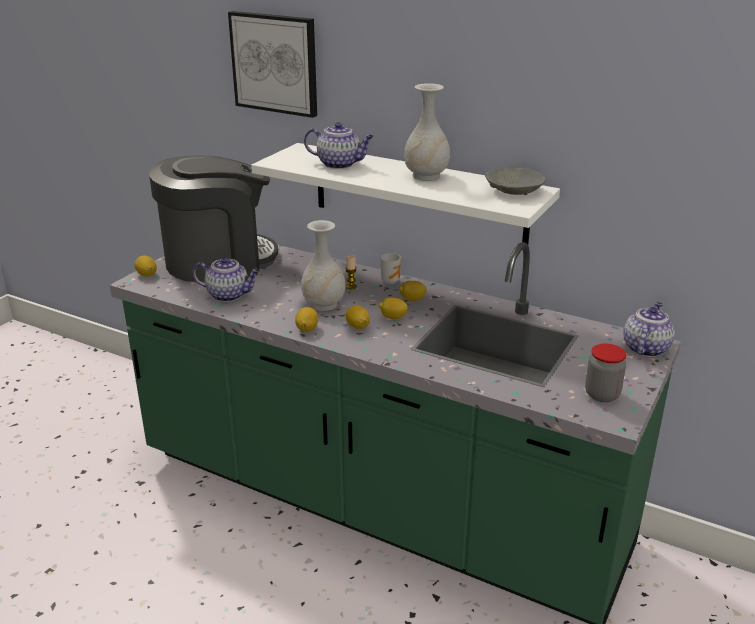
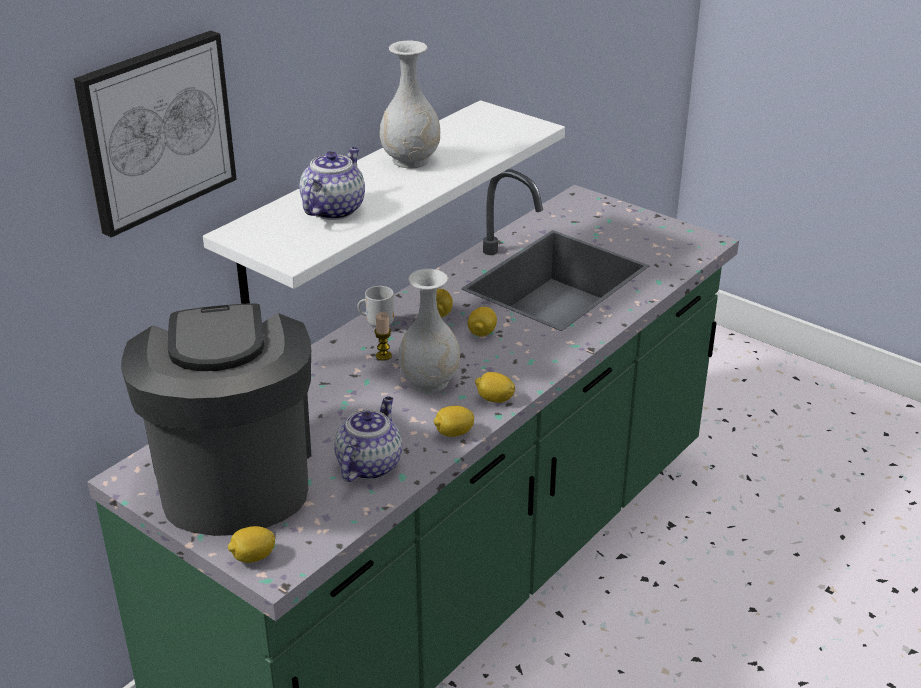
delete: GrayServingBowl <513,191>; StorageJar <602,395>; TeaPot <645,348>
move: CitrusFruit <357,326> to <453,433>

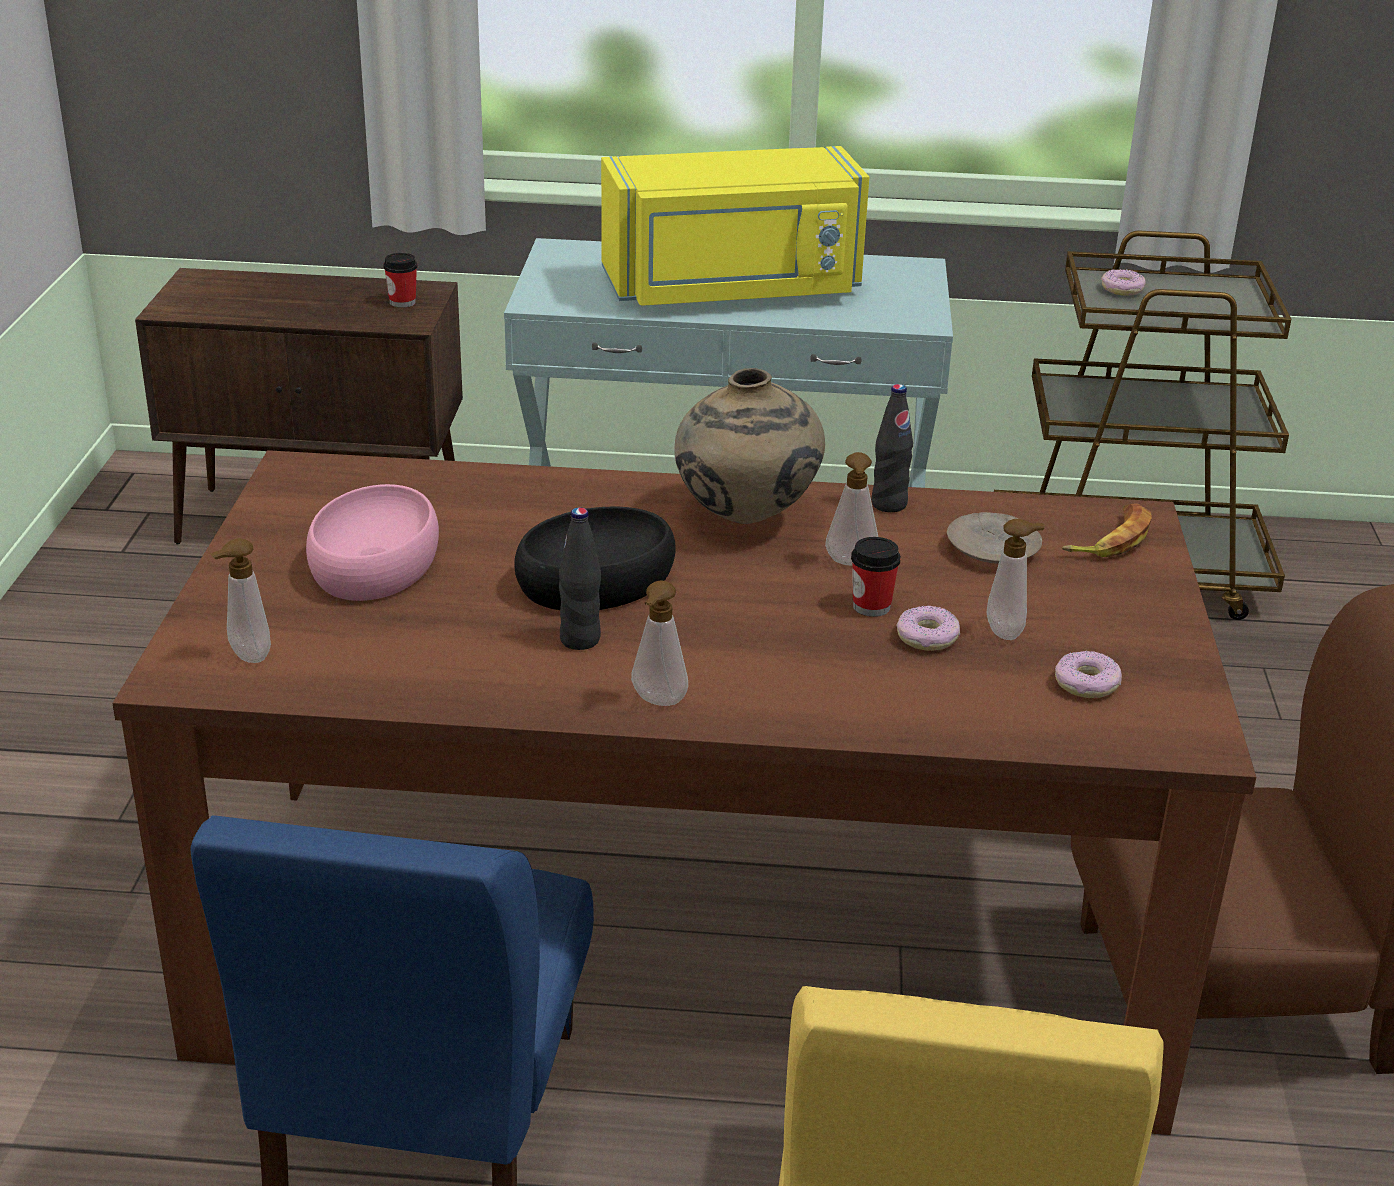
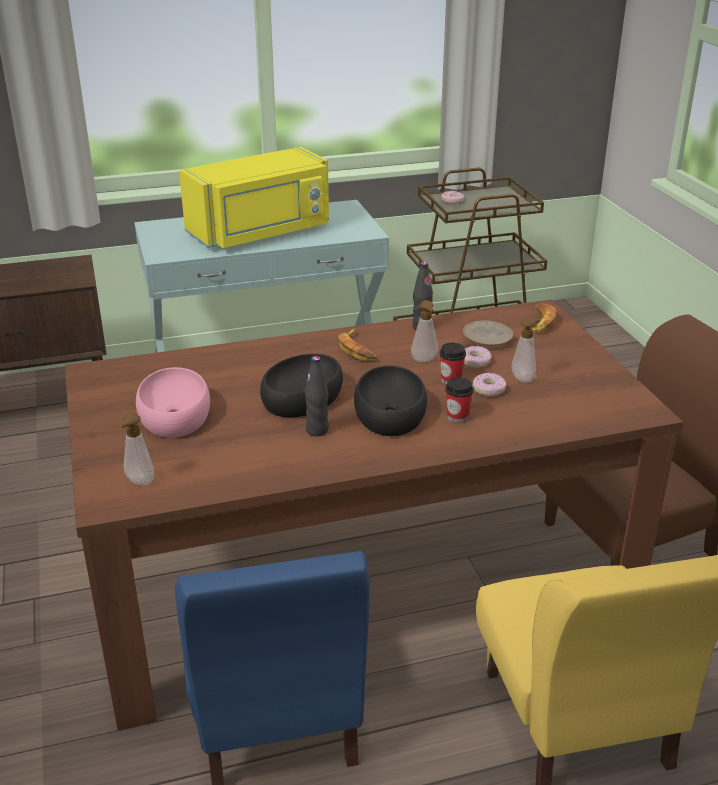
delete: SoapDispenser <657,702>
insert: BlackServingBowl <391,413>
move: SmallCup <402,302> to <457,417>; Doughnut <1087,684> to <475,361>
replace: SandColouredFlowerVase <746,520> to BananaFruit <357,349>

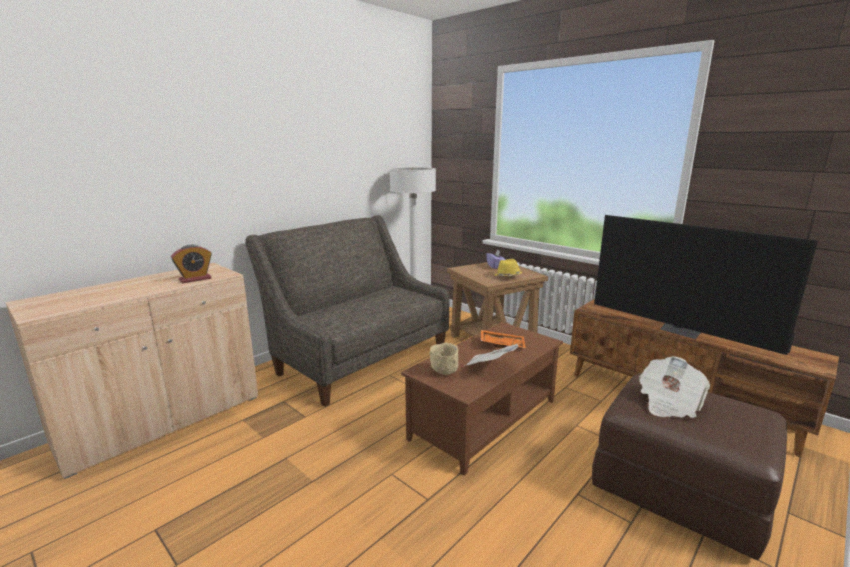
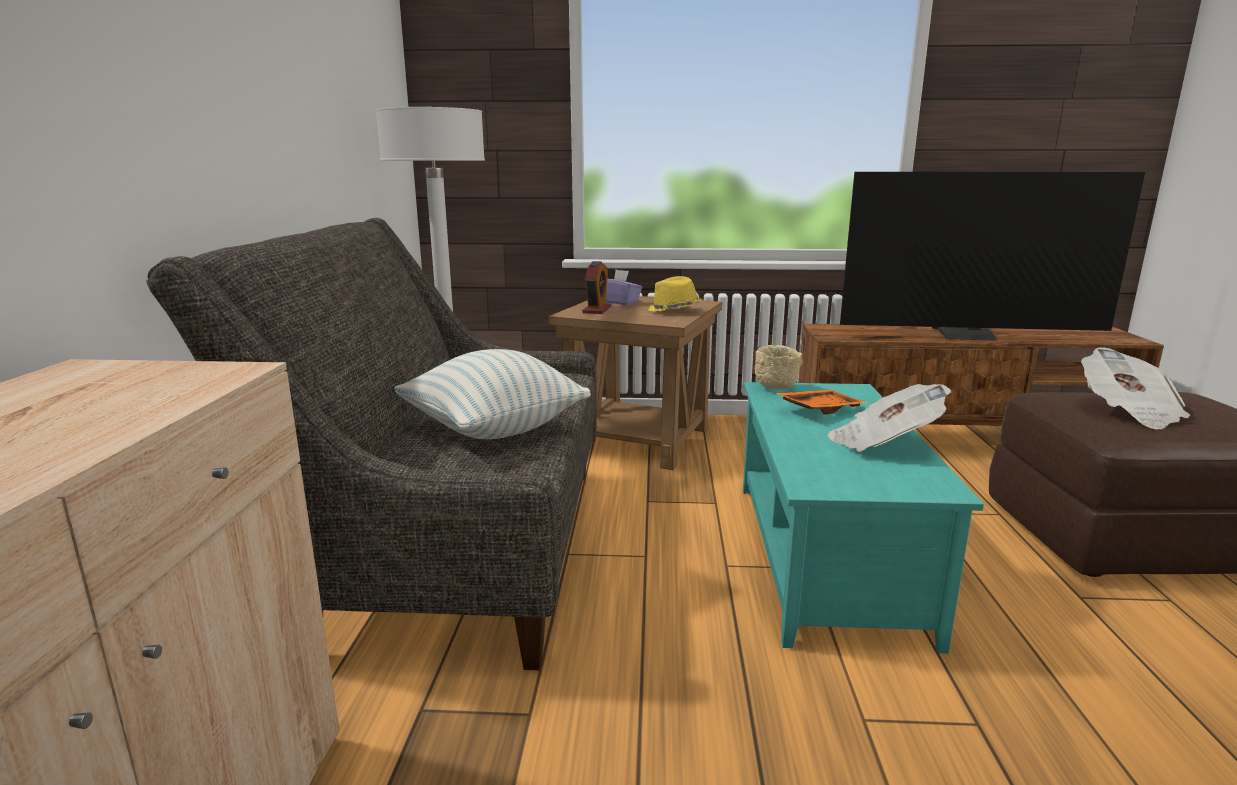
insert: Pillow <494,429>
move: TableClock <195,279> to <597,310>; SandColouredServingBowl <444,371> to <775,388>
recolor: BrownishCoffeeTable <483,418> to TurquoiseColouredCoffeeTable <822,556>

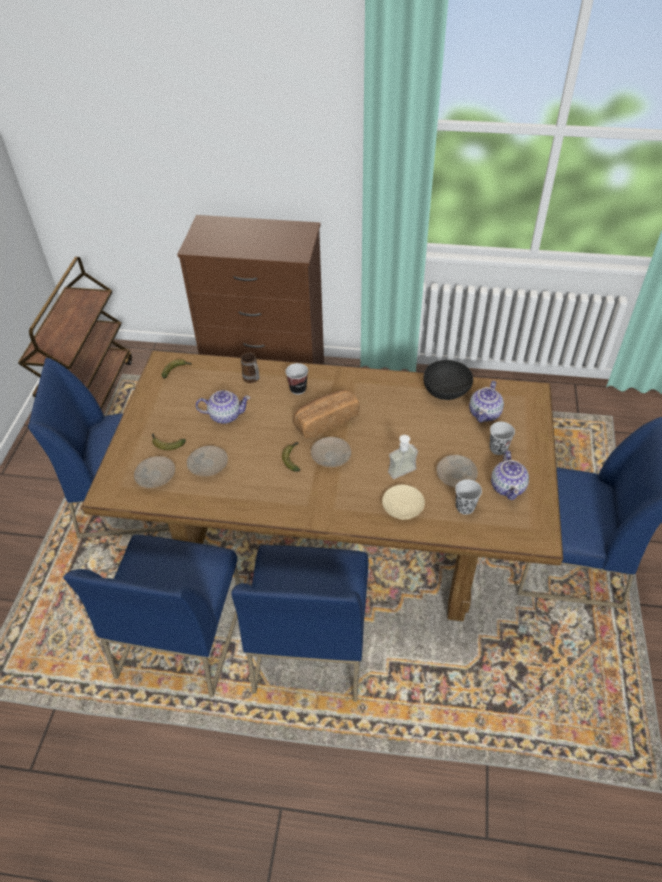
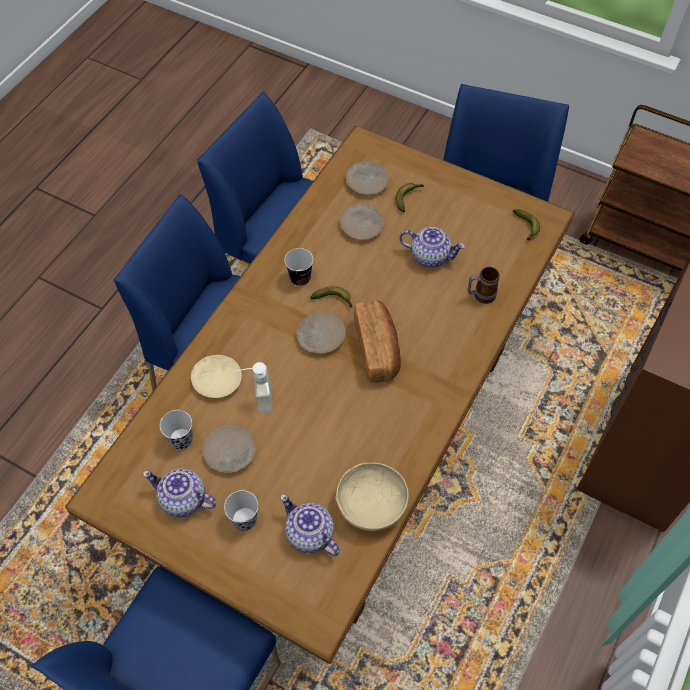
move: SmallCup <298,389> to <300,278>
recolor: BlackServingBowl <446,391> to SandColouredServingBowl <371,506>
rotate: TeaPot <225,415> = <429,256> 90 degrees counterclockwise

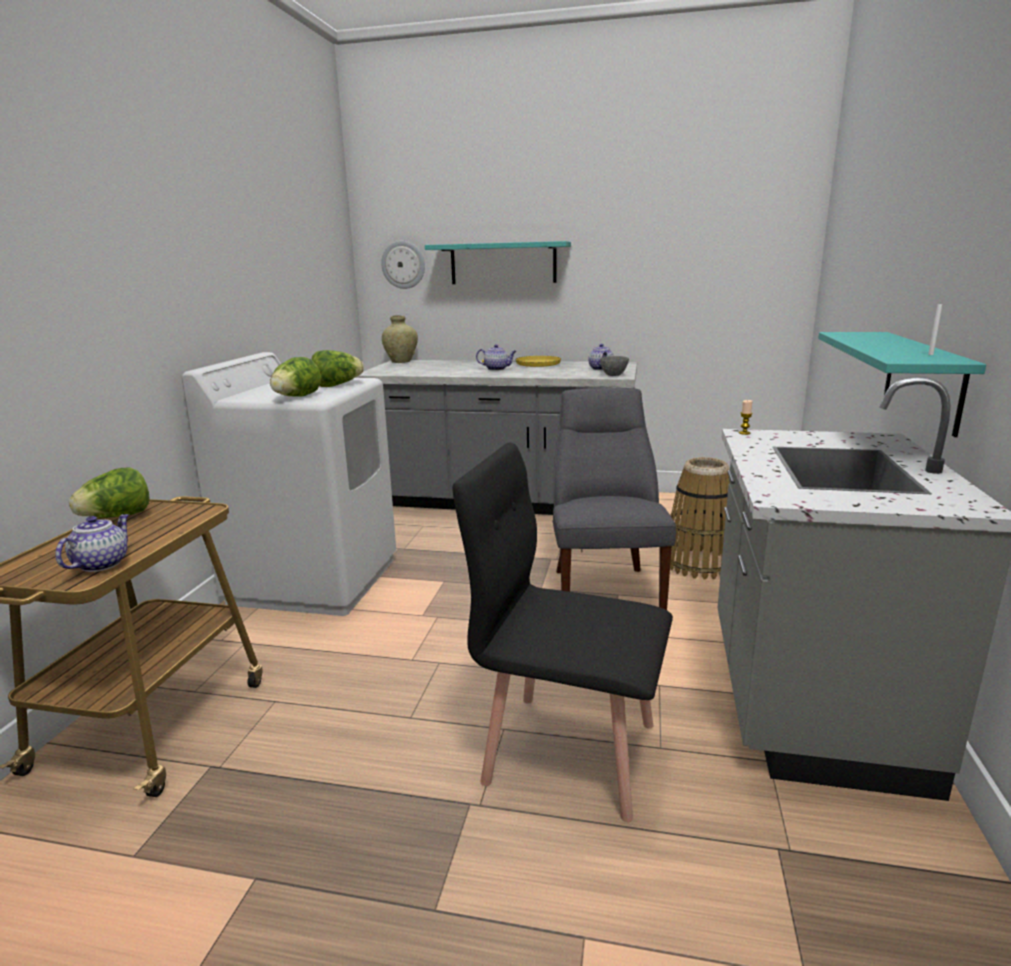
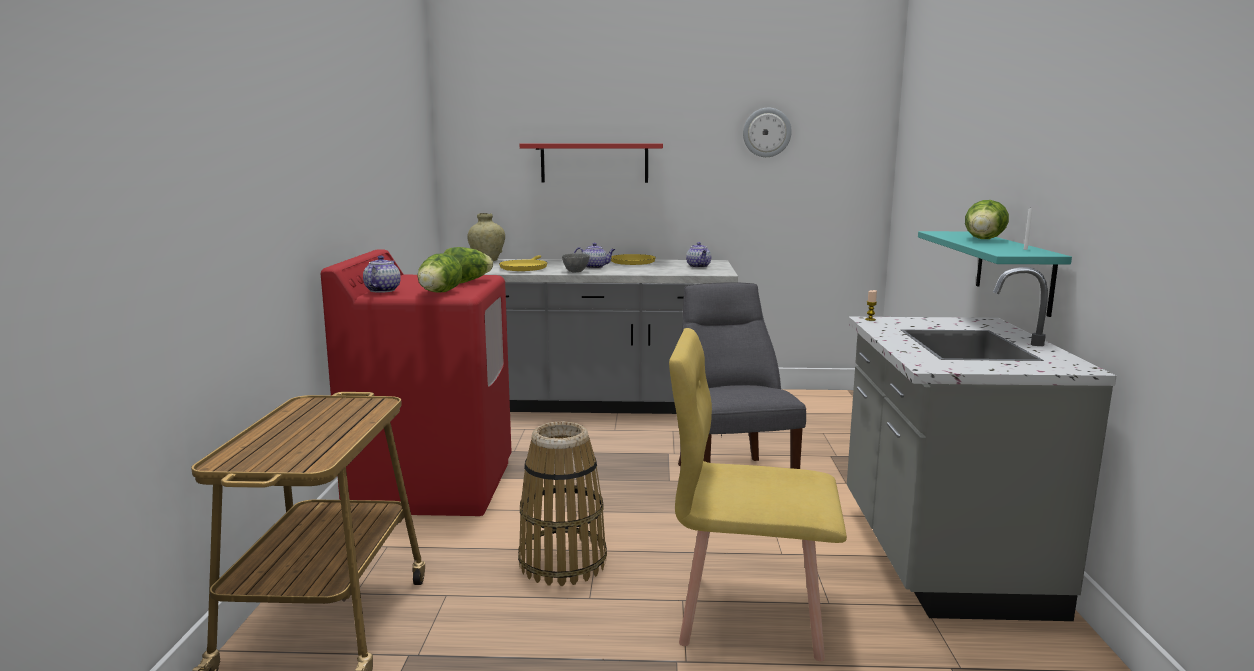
insert: YellowishPan <524,268>
move: TeaPot <101,564> to <382,290>; Lettuce <117,517> to <983,240>; ClockOnTheWall <403,264> to <766,132>; GrayServingBowl <614,375> to <576,272>; HouseholdBasket <698,564> to <562,562>
recolor: WhitishWashingMachine <315,580> to RedColouredWashingMachine <433,485>; TurquoiseColouredBracketShelf <503,263> to RedColouredBracketShelf <594,163>; BlackChair <569,751> to YellowishChair <749,612>

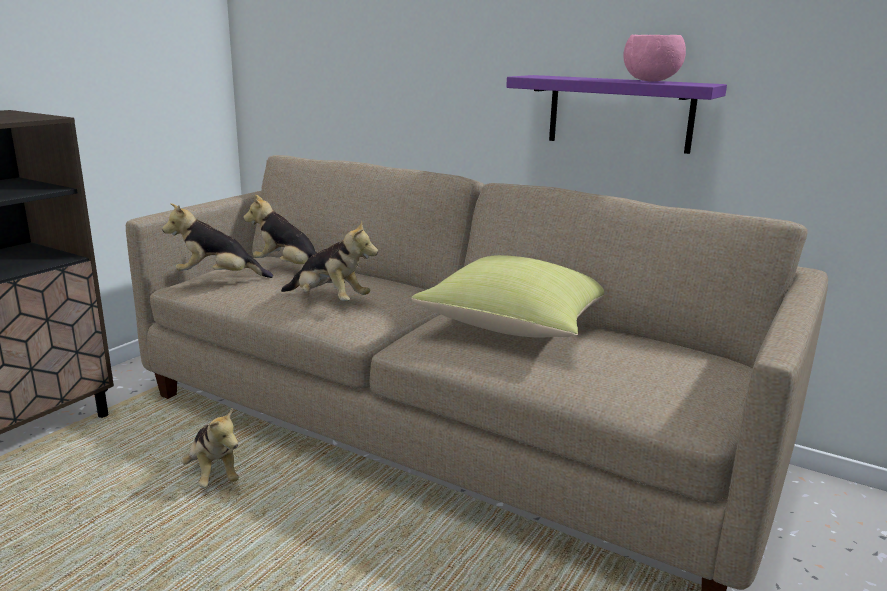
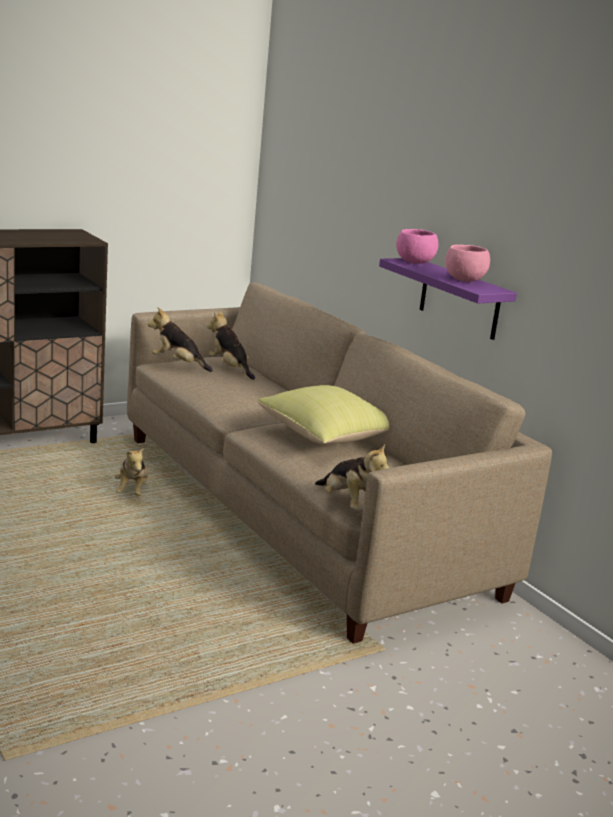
insert: PinkColouredServingBowl <414,263>
move: SoftToy <329,301> to <348,504>

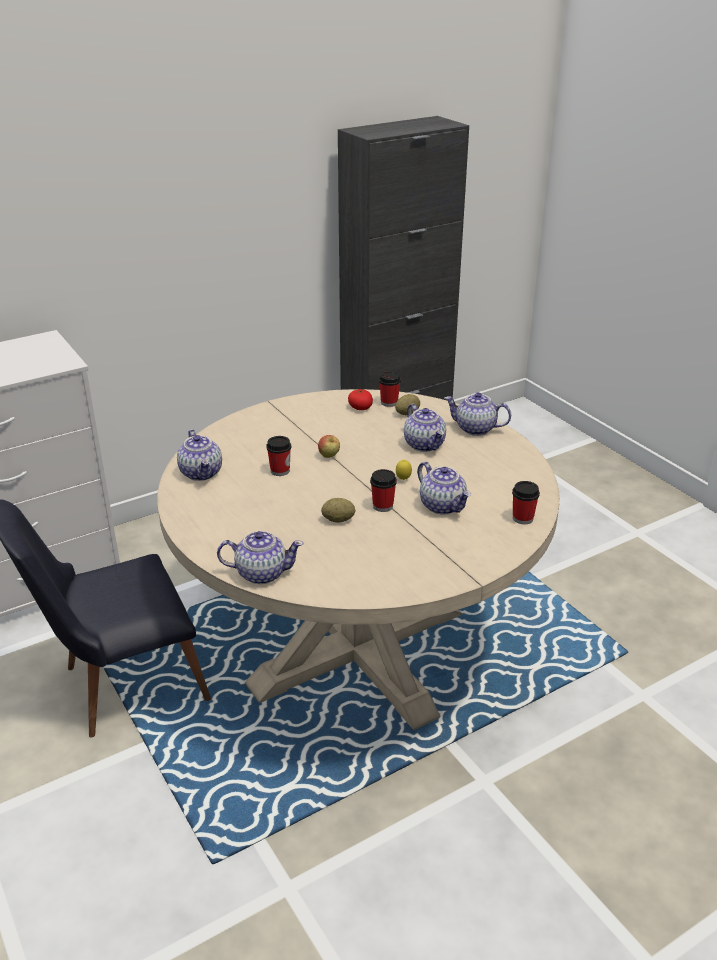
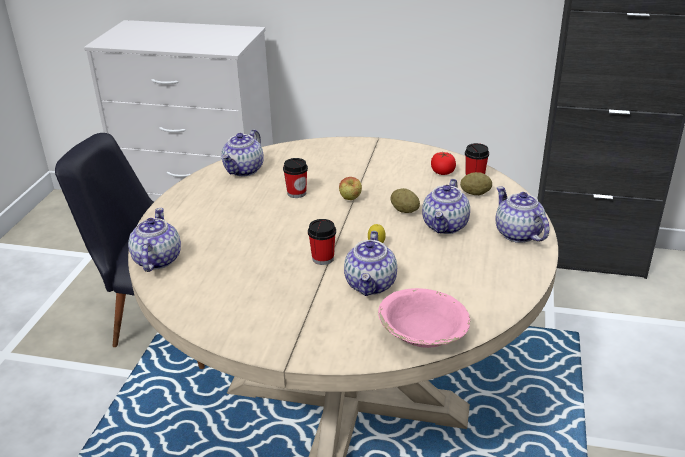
move: Spud <338,520> to <404,211>
replace: SmallCup <522,518> to PinkColouredServingBowl <423,335>
rotate: TeaPot <261,573> = <156,260> 135 degrees counterclockwise

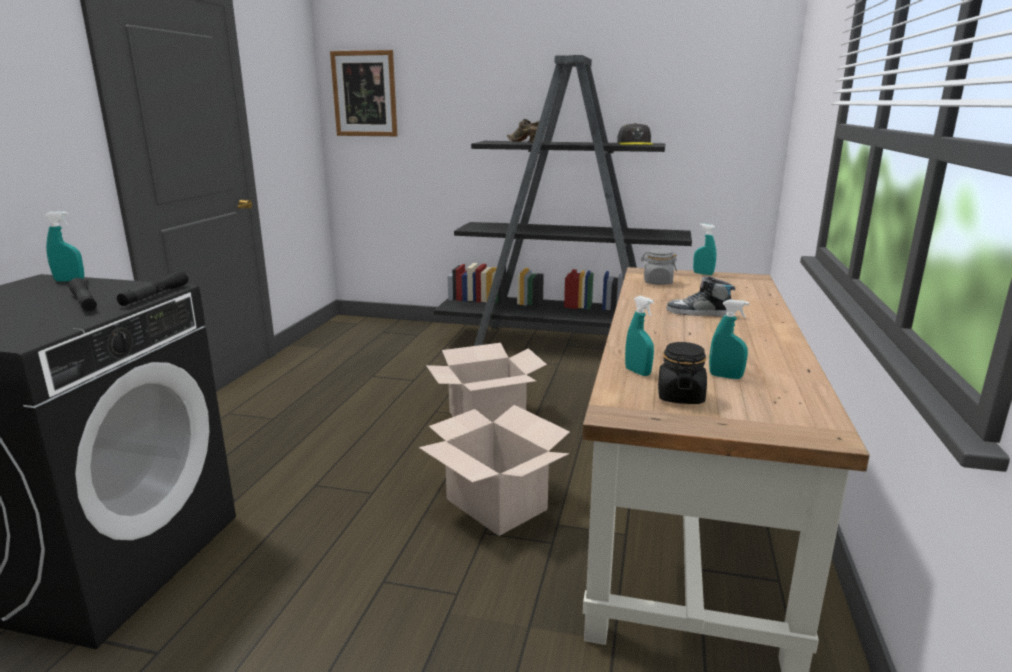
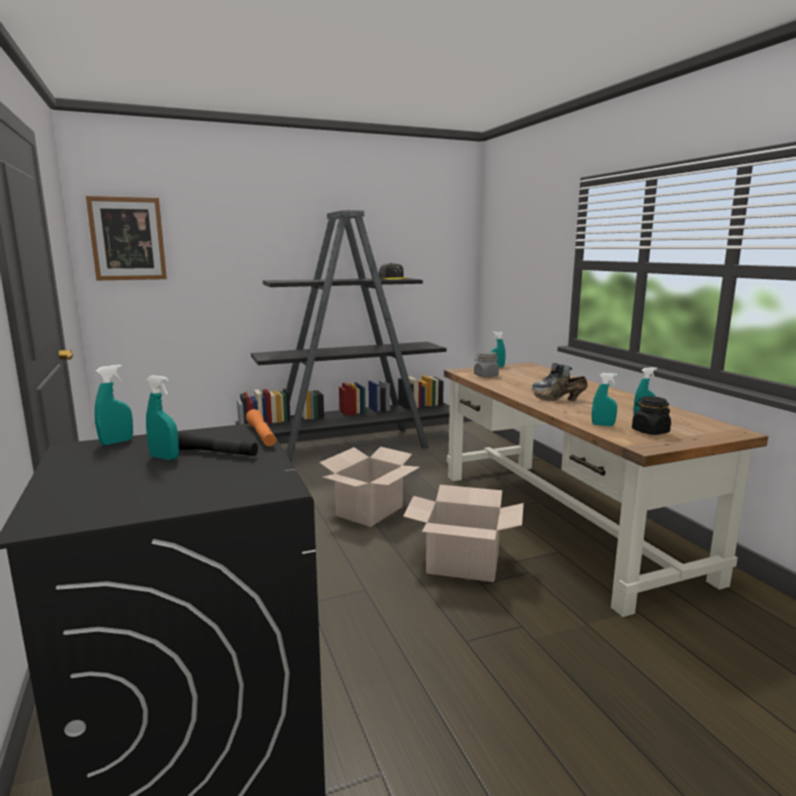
insert: TurquoiseColouredSprayer <164,457>
move: BrownishLowShoe <525,141> to <562,400>
recolor: BlackHandTorch <155,295> to OrangeColouredHandTorch <261,435>

